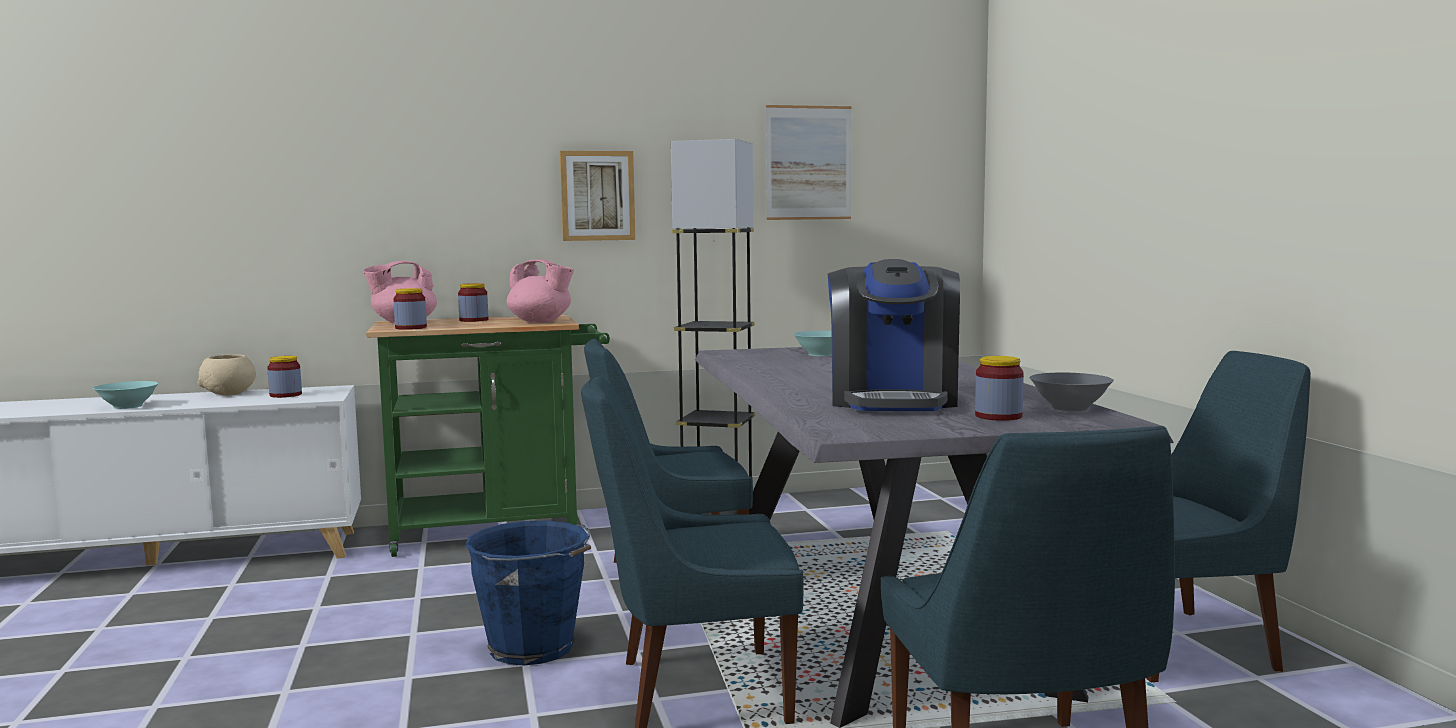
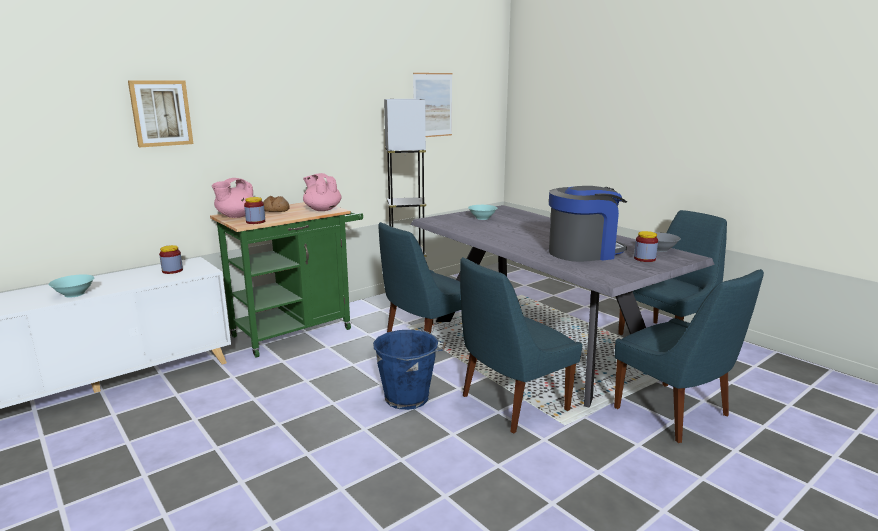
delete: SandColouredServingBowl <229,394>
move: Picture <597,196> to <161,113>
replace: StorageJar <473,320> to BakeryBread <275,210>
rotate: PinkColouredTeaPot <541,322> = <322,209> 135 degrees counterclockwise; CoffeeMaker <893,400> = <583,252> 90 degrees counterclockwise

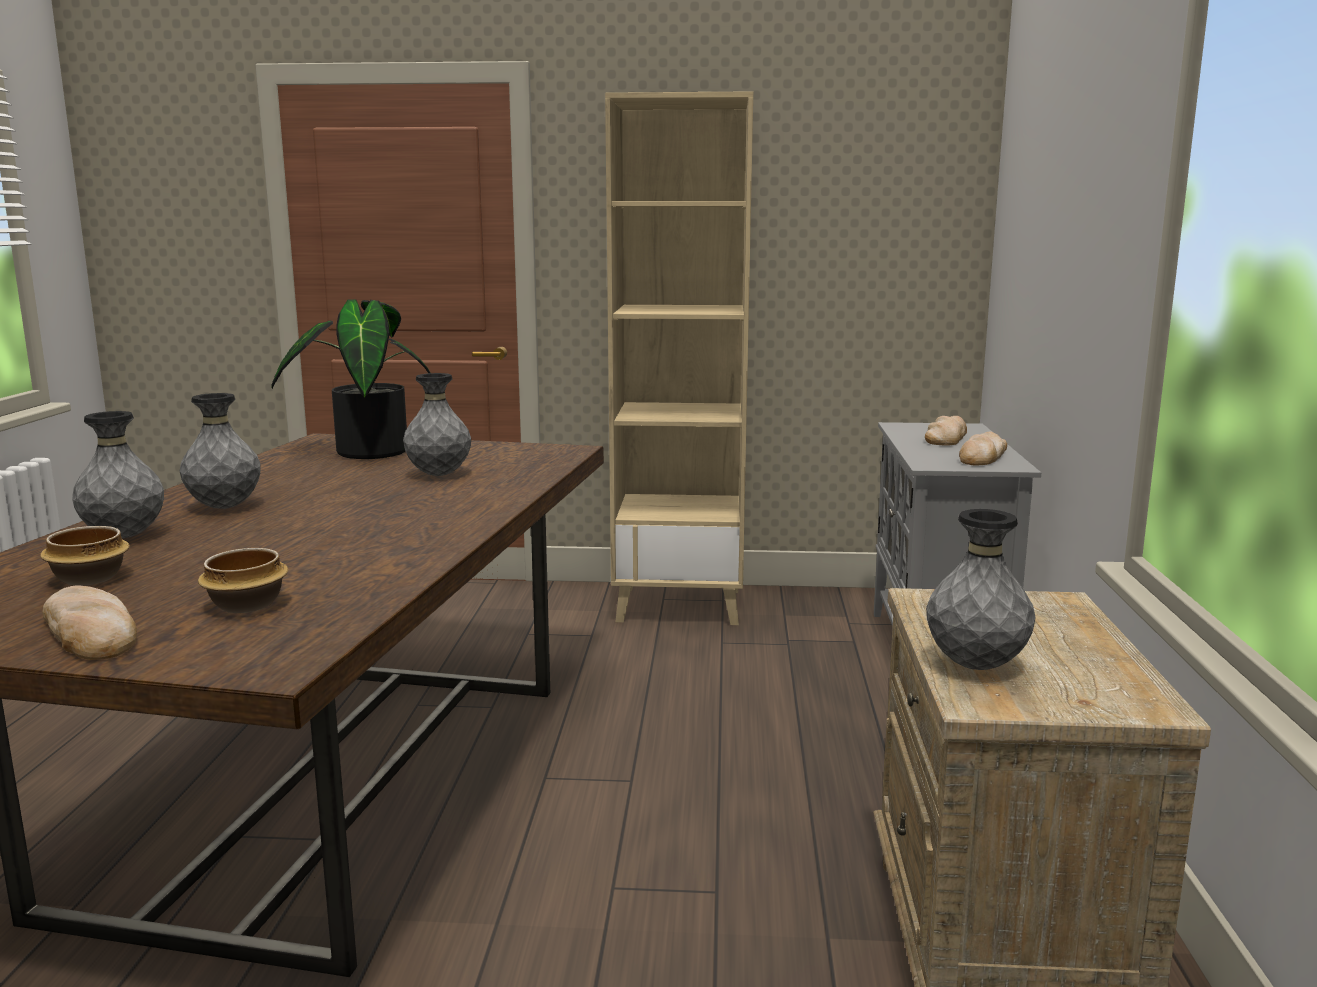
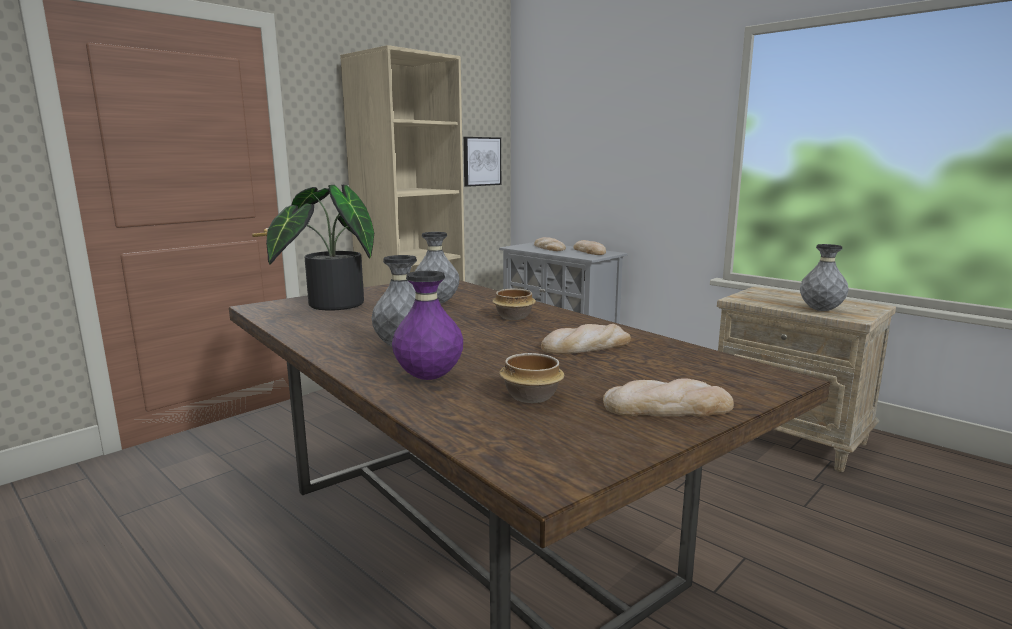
insert: Picture <481,161>; BakeryBread <586,346>
move: ServingBowl <248,605> to <514,317>
recolor: GrayFlowerVase <124,537> to PurplishFlowerVase <429,378>

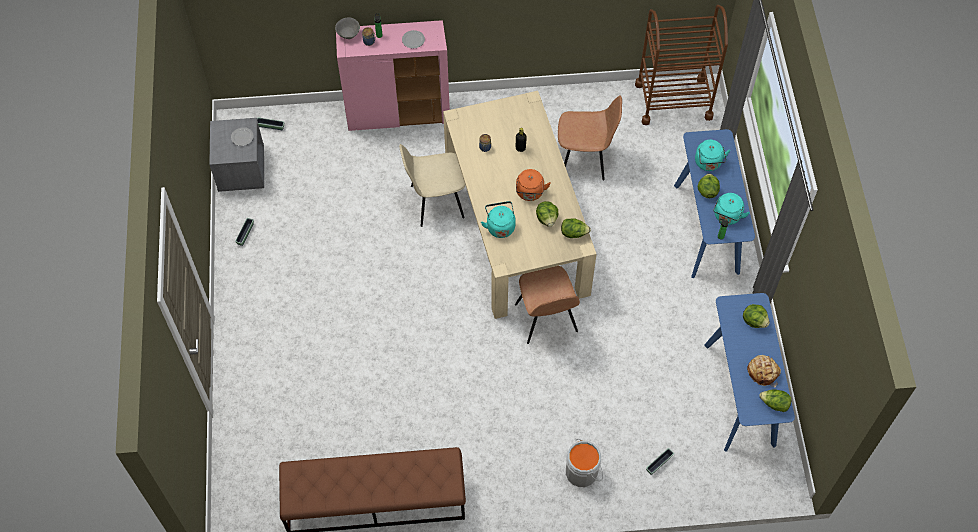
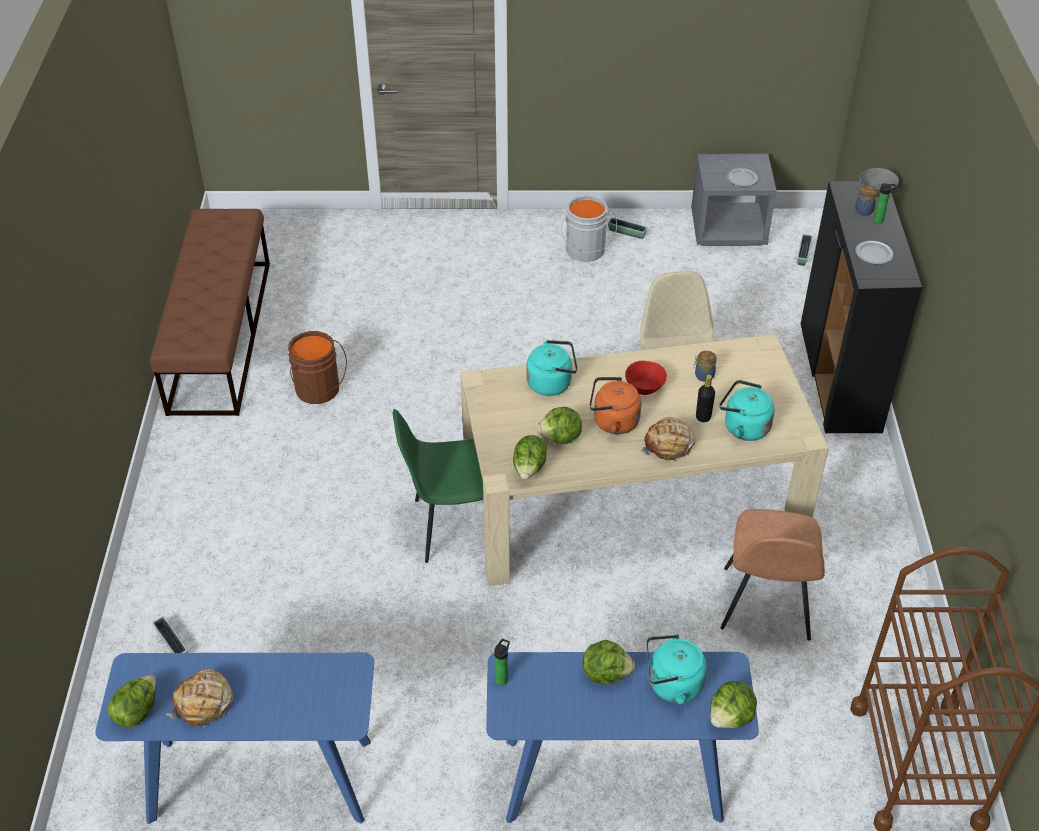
insert: BrownishPail <319,390>; RedColouredServingBowl <645,387>; BakeryBread <669,445>
move: GrayPail <583,471> to <586,251>; TurquoiseColouredKettle <727,217> to <743,427>; Lettuce <754,321> to <731,717>
recolor: PinkColouredStorageCabinet <399,113> to BlackStorageCabinet <840,379>; BrownishChair <546,319> to GreenColouredChair <453,526>

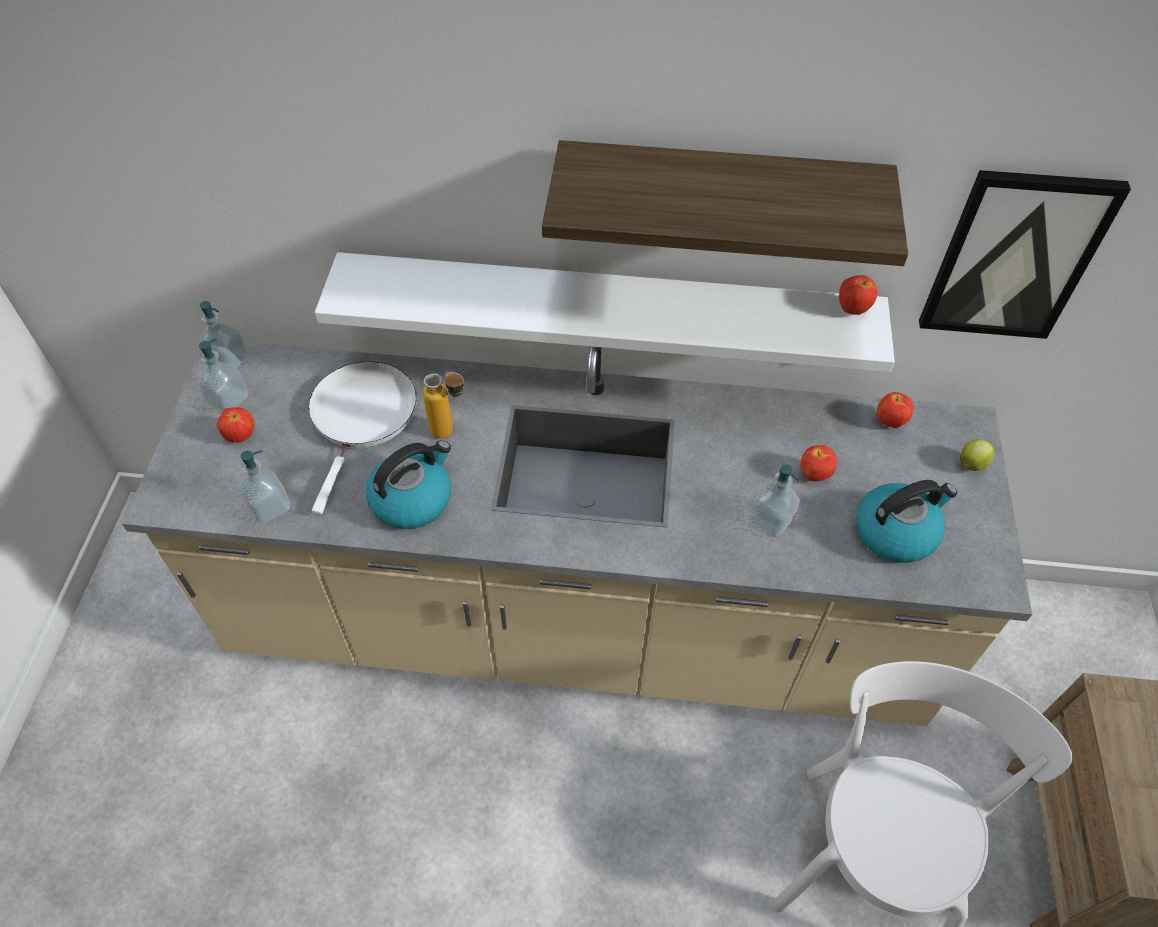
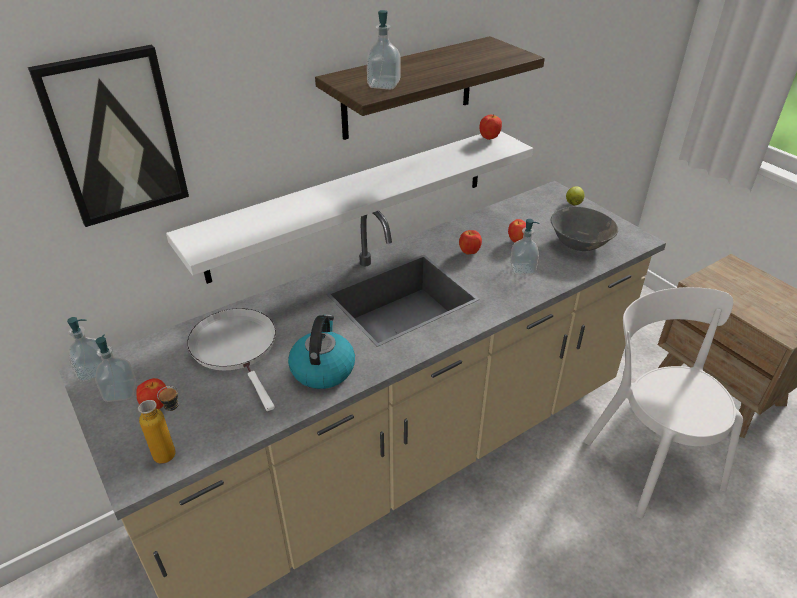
move: SoapDispenser <269,507> to <384,85>; BeverageBottle <451,432> to <174,452>; AppleFruit <889,422> to <469,252>; Picture <1014,256> to <115,137>
replace: Kettle <896,532> to GrayServingBowl <579,243>

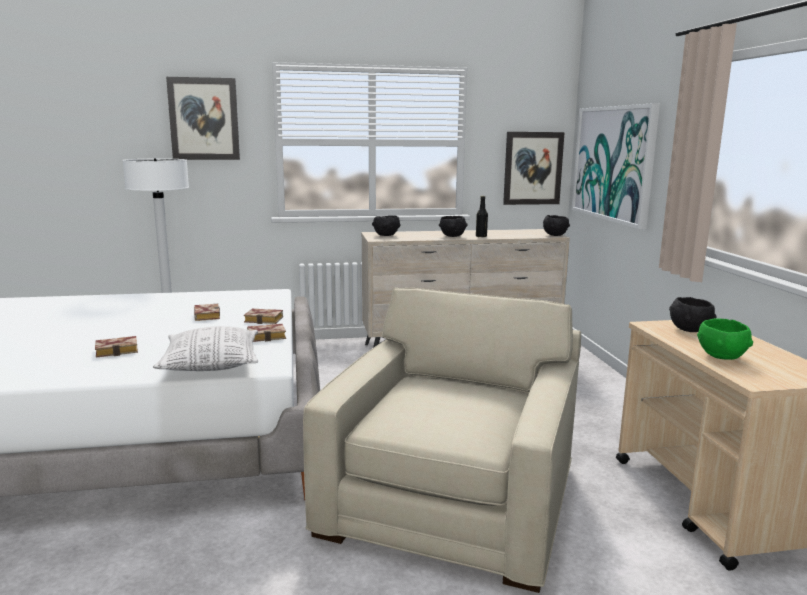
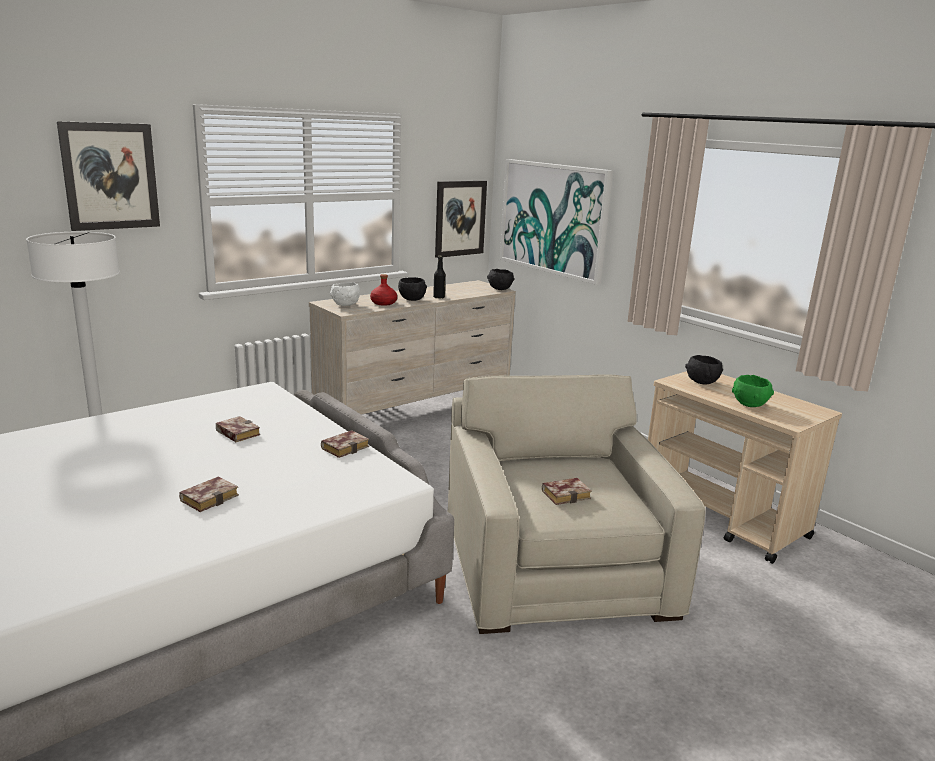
delete: Pillow <211,364>
insert: RedColouredBeverageBottle <383,303>
move: Book <265,319> to <567,494>
recolor: BlackServingBowl <386,235> to WhitishServingBowl <346,305>

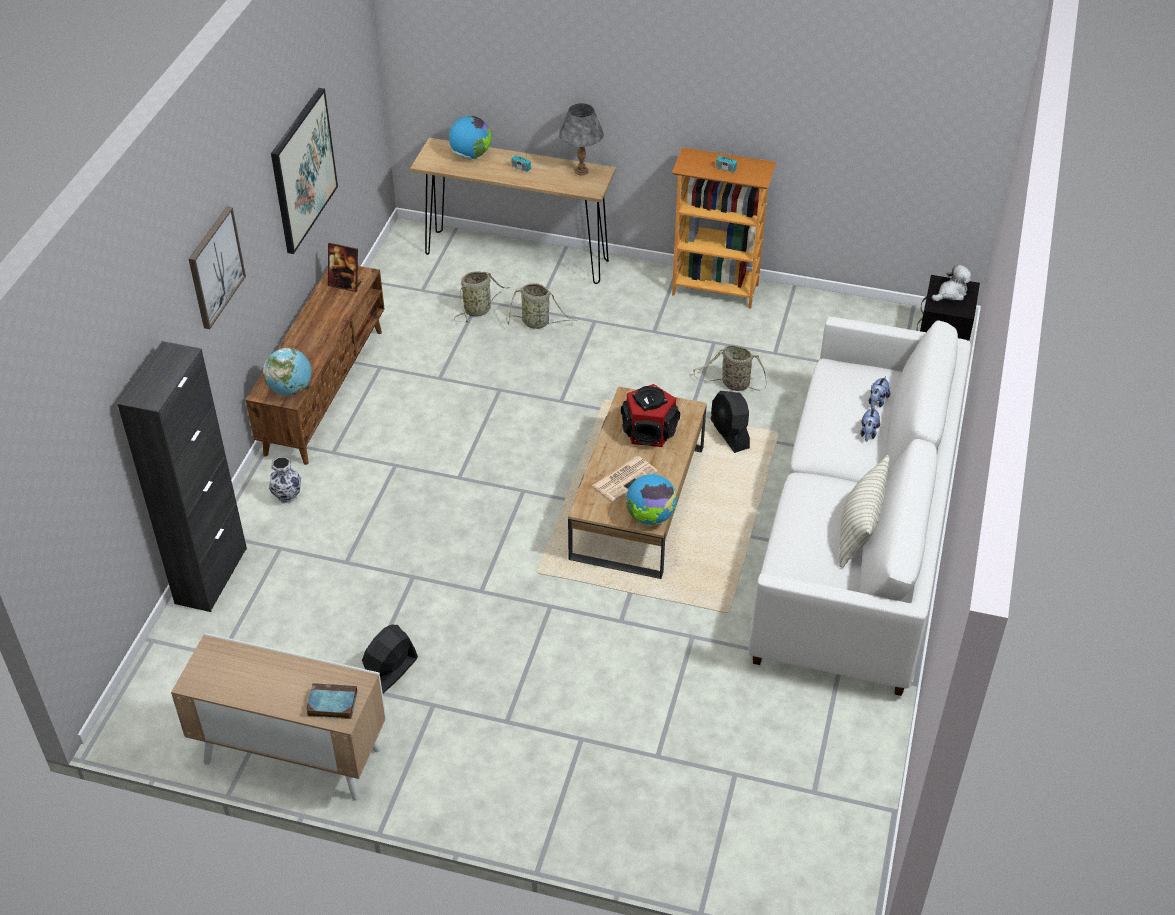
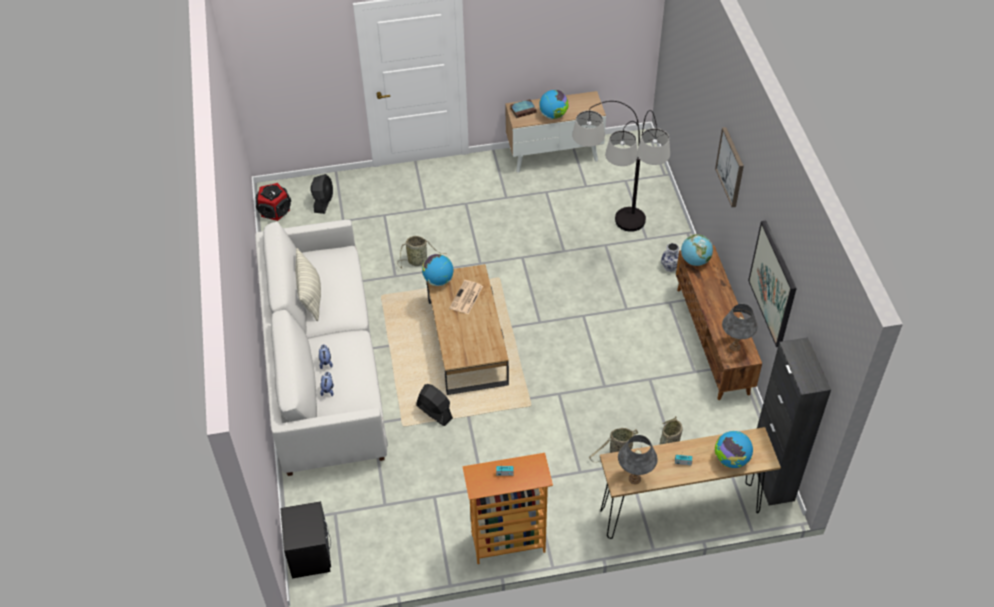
delete: SoftToy <951,293>
insert: Globe <553,115>; StandardLamp <617,246>
move: BlackStorageCabinet <211,576> to <771,478>; BlackFan <390,673> to <323,202>; Loudspeaker <649,432> to <274,210>; HouseholdBasket <733,384> to <419,261>
replace: StandingFrame <345,284> to GrayTabletopLamp <735,347>

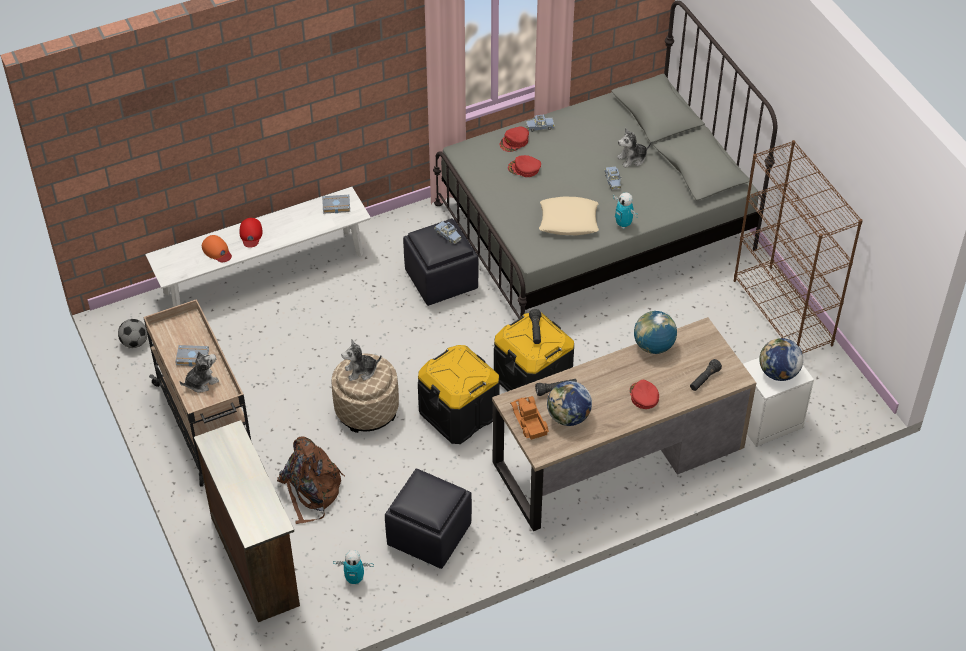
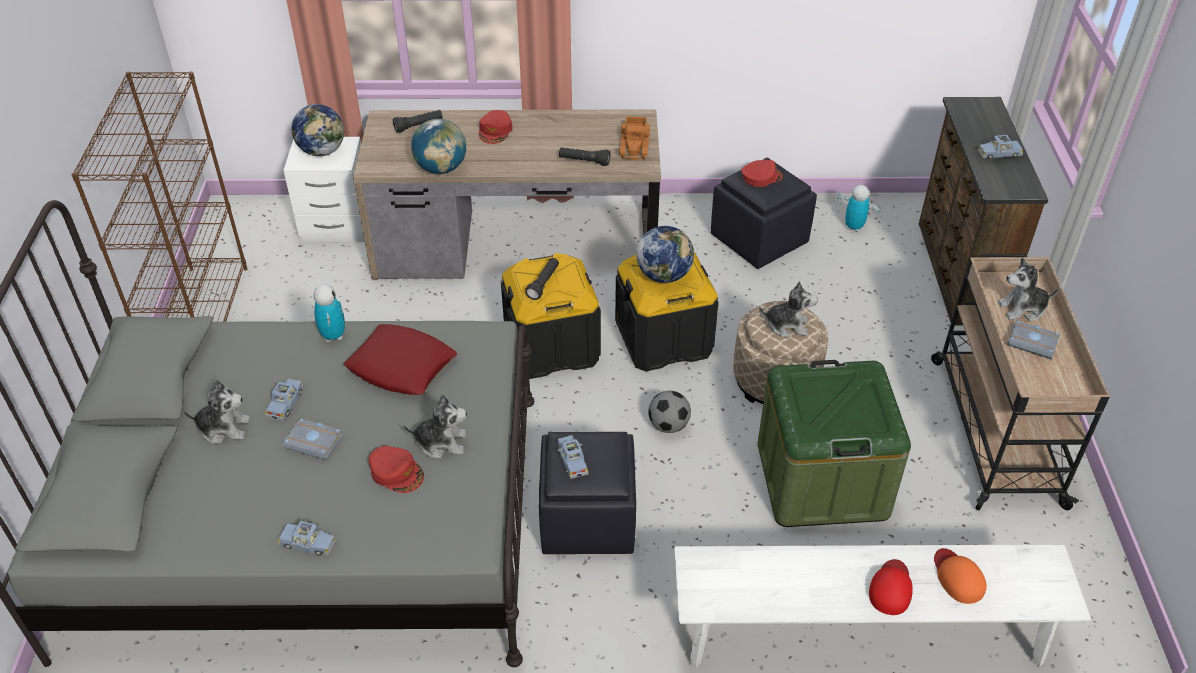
delete: BrownishBackpack <311,491>
insert: SoftToy <441,442>; GreenColouredStorageBox <822,479>; BlueMiniatureCar <999,154>
move: Football <134,342> to <668,426>; GrayBook <335,206> to <315,441>; RedColouredBaseballCap <514,142> to <761,177>; Globe <568,417> to <664,275>
recolor: SandColouredPillow <568,221> to RedColouredPillow <402,366>

